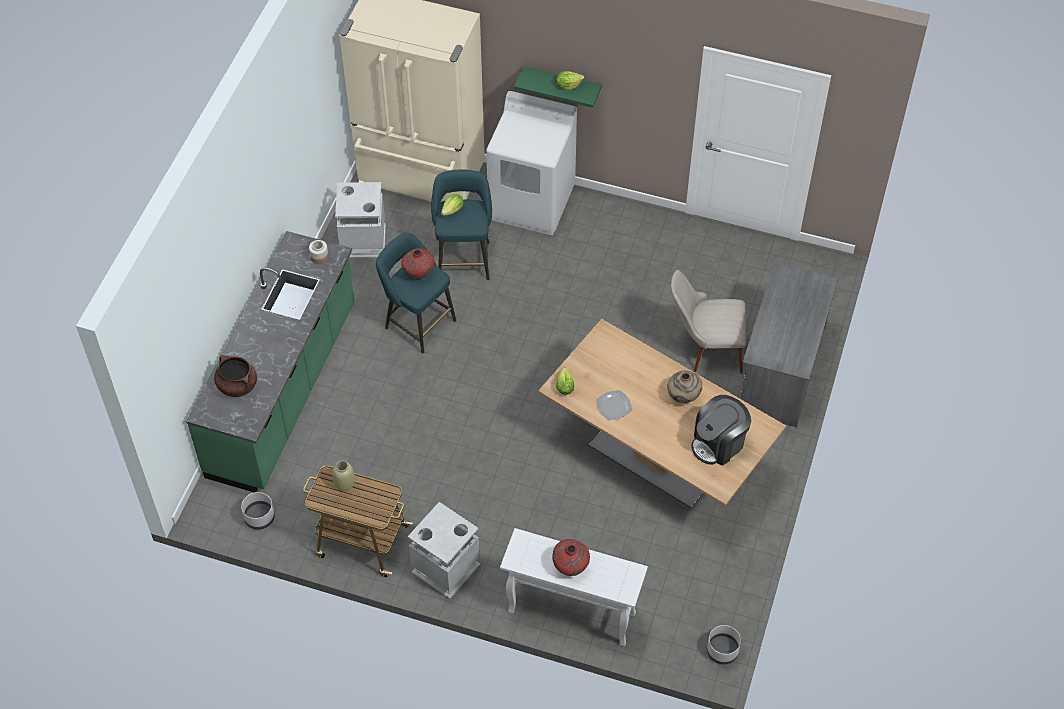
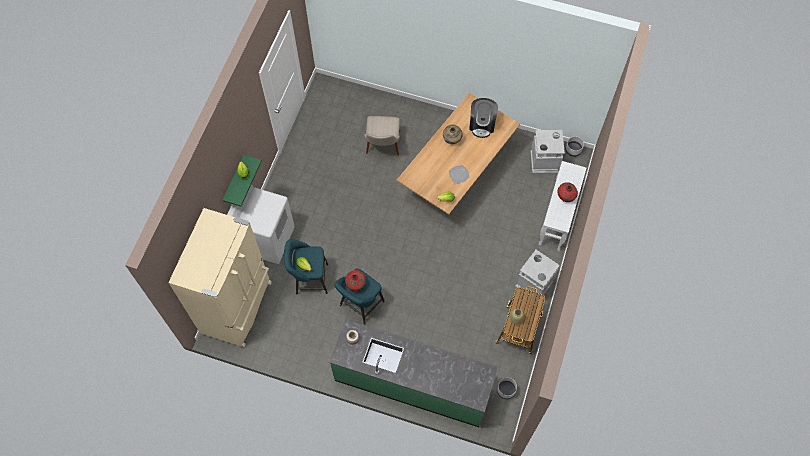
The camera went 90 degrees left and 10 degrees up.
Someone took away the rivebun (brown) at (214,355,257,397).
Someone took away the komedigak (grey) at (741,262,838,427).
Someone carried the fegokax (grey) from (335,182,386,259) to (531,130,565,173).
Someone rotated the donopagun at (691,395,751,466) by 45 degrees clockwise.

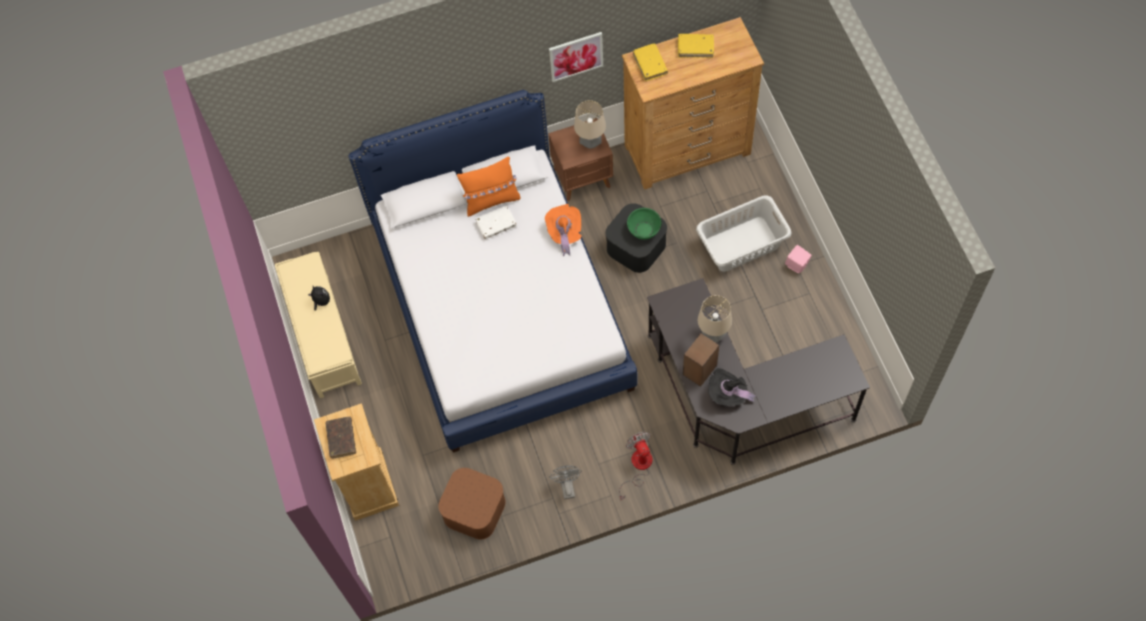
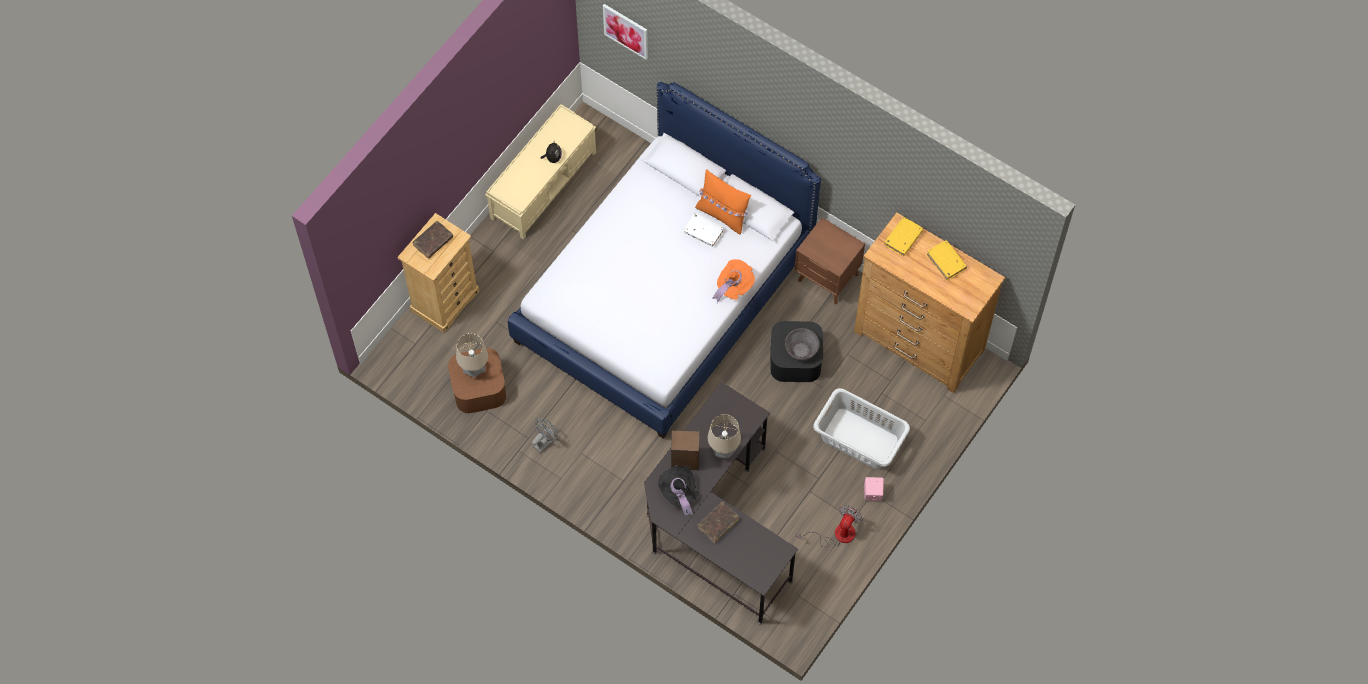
The camera went 50 degrees right and 0 degrees up.
Someone put down the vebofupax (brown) at (697,502,739,543).
Someone carried the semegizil from (549,32,603,82) to (603,4,648,60).
Someone carried the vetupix from (574,100,606,149) to (456,333,488,377).
Someone carried the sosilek from (619,432,653,501) to (796,505,863,547).
Someone repainted the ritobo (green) at (627,208,661,240), which became the ritobo (grey) at (785,328,819,360).

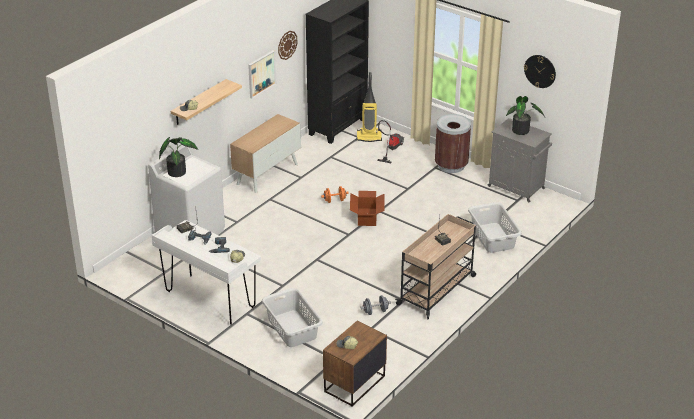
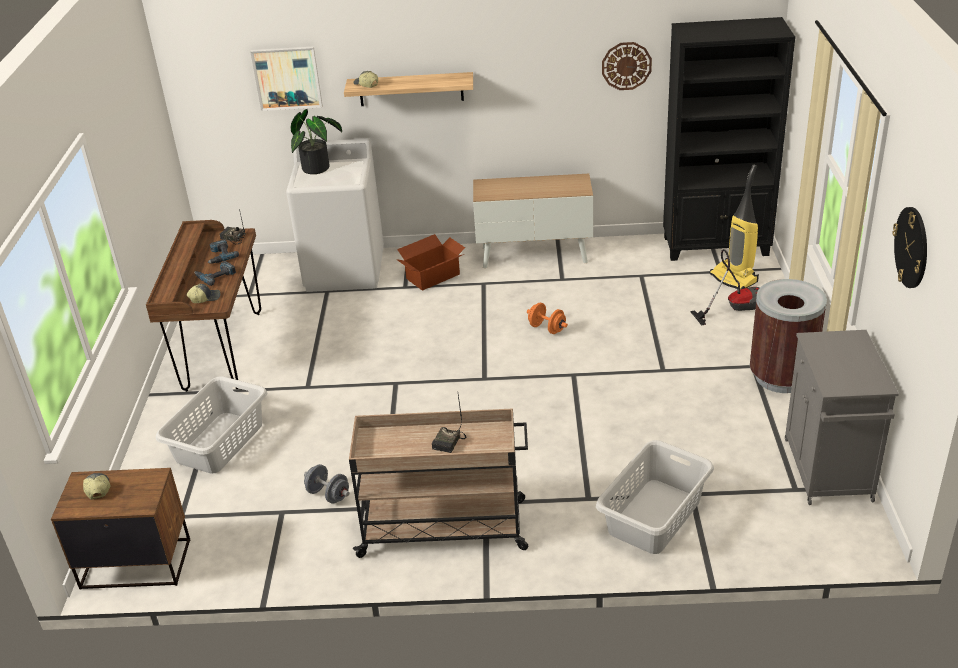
The camera went 55 degrees right and 0 degrees up.
Someone took away the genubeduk at (506,96,545,135).
Someone carried the semegizil from (248,50,276,99) to (250,46,323,111).
Someone carried the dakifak from (350,191,385,226) to (396,234,465,291).
Someone repainted the komedigak (white) at (152,220,261,325), which became the komedigak (brown) at (146,220,261,392).

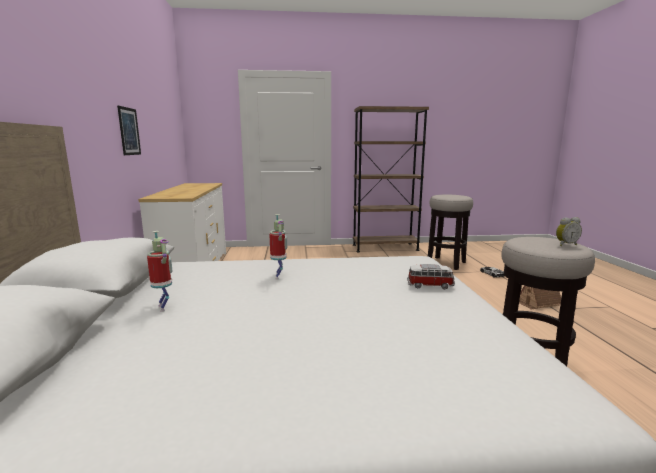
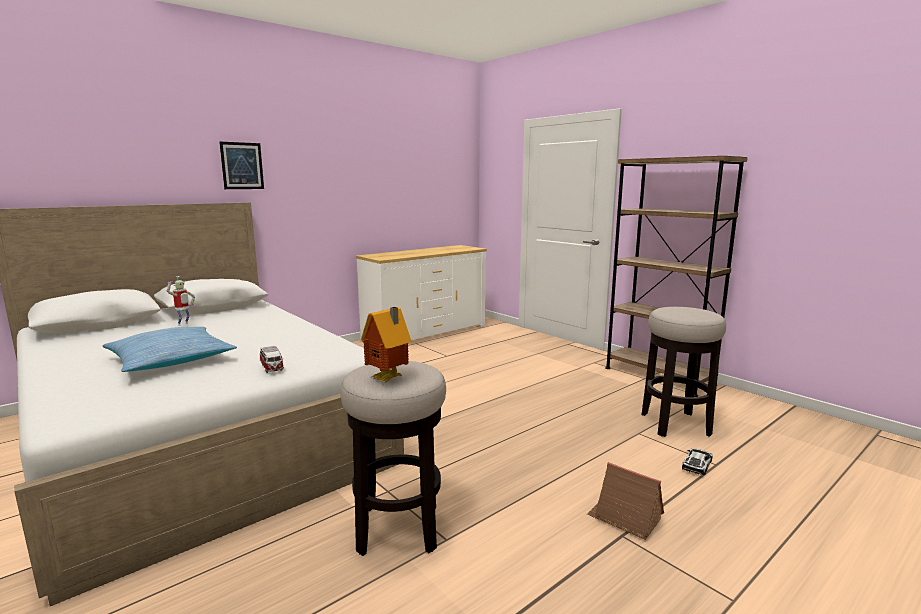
The camera went 55 degrees right and 0 degrees up.
Someone took away the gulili at (269,214,287,279).
Someone put down the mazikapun at (103,327,237,372).
Someone carried the semegizil from (117,106,141,155) to (219,142,264,189).
Someone swapped the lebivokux at (556,217,582,246) for the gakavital at (361,307,411,383).

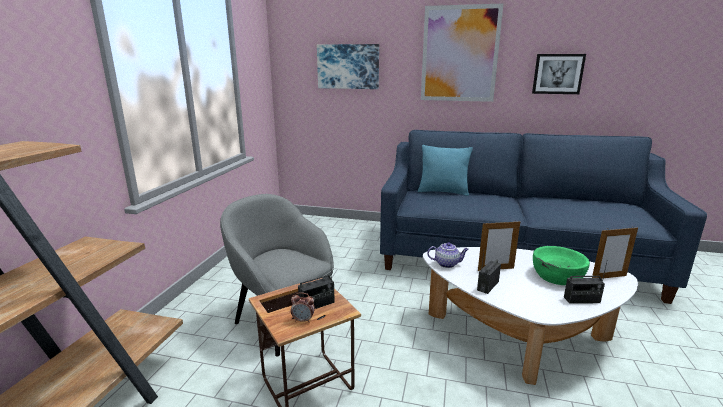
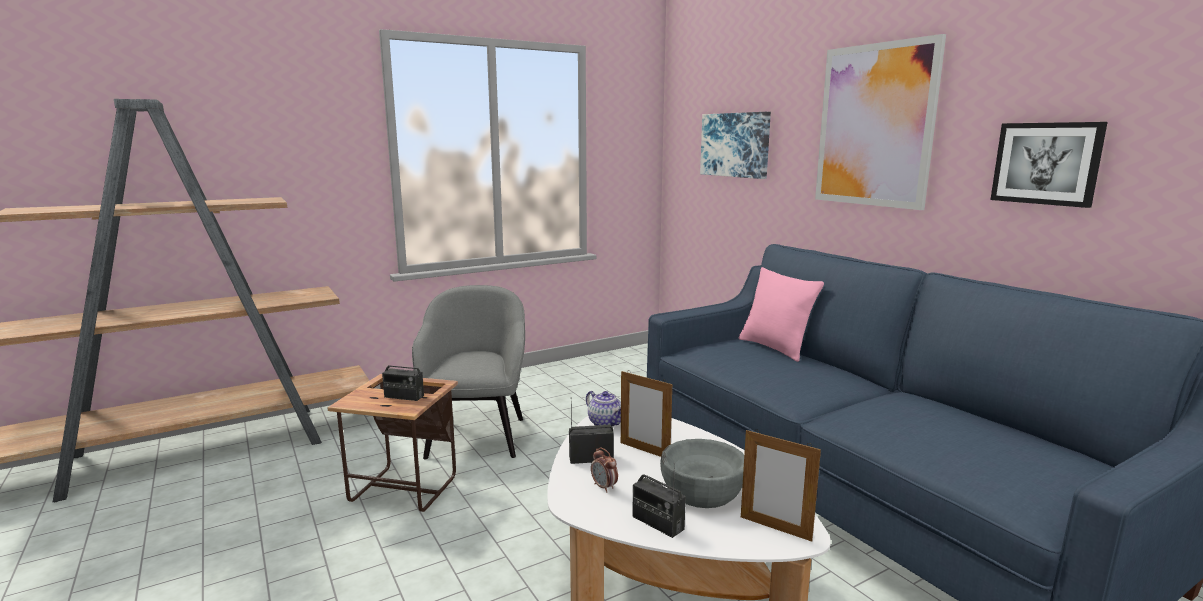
The camera went 45 degrees right and 5 degrees down.
Someone carried the lebivokux from (291,292,315,323) to (591,447,618,492).
Someone repainted the mazikapun (turquoise) at (418,145,473,196), which became the mazikapun (pink) at (739,267,824,362).
Someone repainted the ritobo (green) at (533,246,590,285), which became the ritobo (grey) at (660,439,744,508).

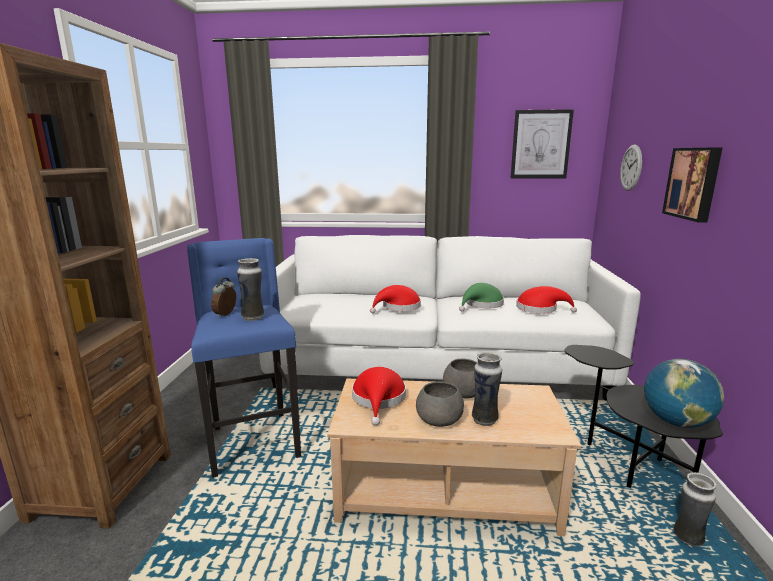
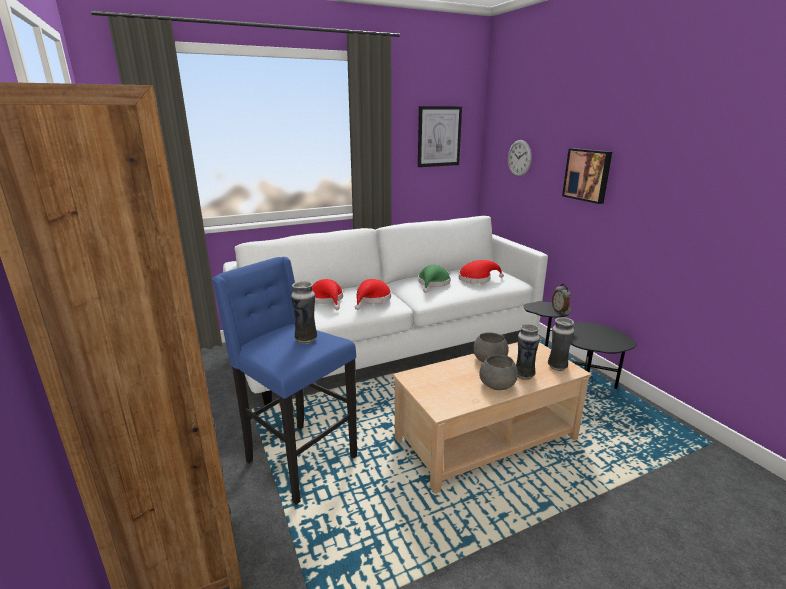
The camera went 30 degrees left and 5 degrees up.
Someone took away the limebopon at (644,359,724,428).
Someone carried the lebivokux from (211,277,236,318) to (552,284,571,313).
Someone carried the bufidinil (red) from (352,367,406,426) to (312,279,343,310).
Someone carried the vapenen from (673,472,717,546) to (548,317,574,371).

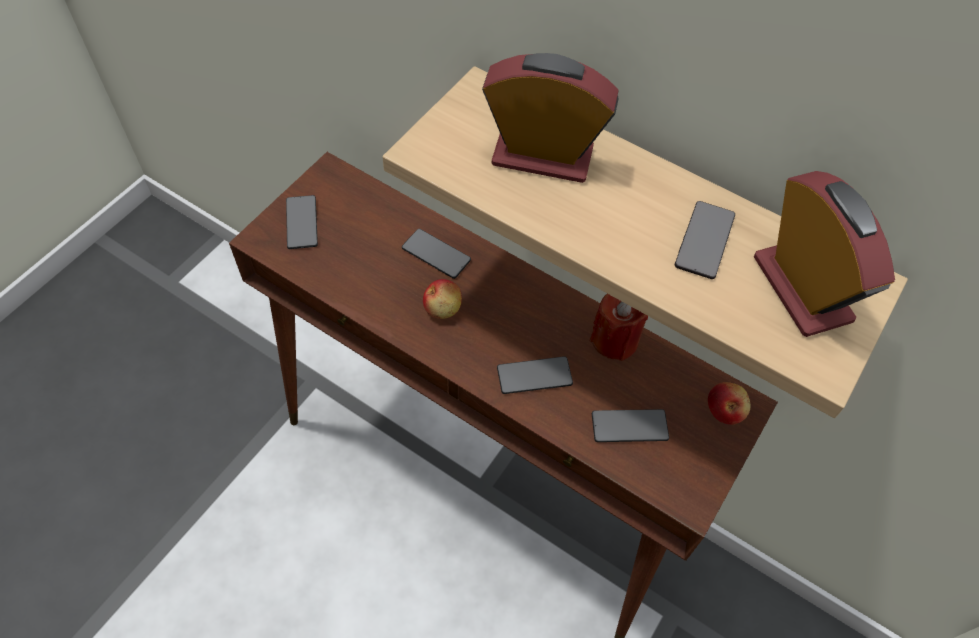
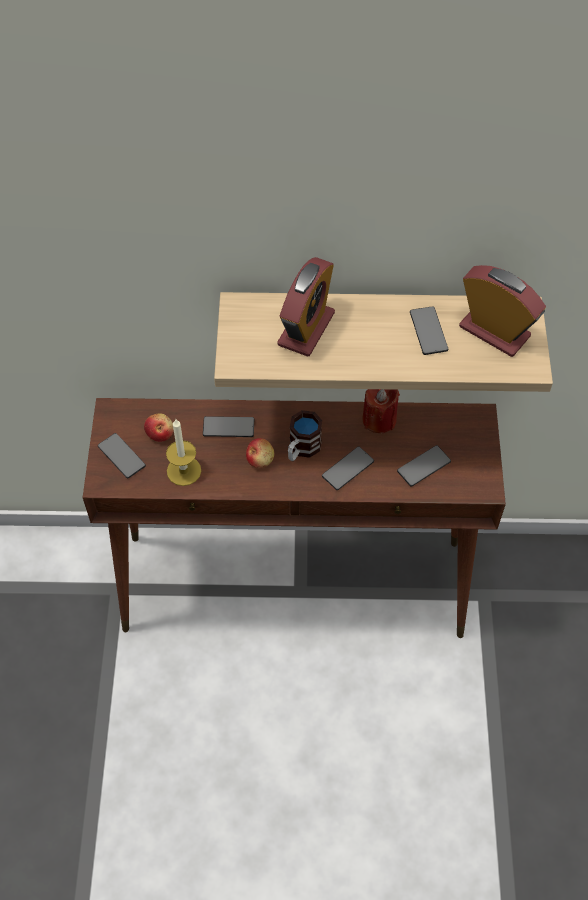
The camera went 30 degrees left and 0 degrees up.
Someone put down the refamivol at (166,419,201,486).
Someone put down the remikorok at (288,410,322,461).
Someone carried the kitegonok from (708,382,750,425) to (144,413,174,442).
Someone rotated the lebivokux at (482,53,619,183) by 135 degrees clockwise.

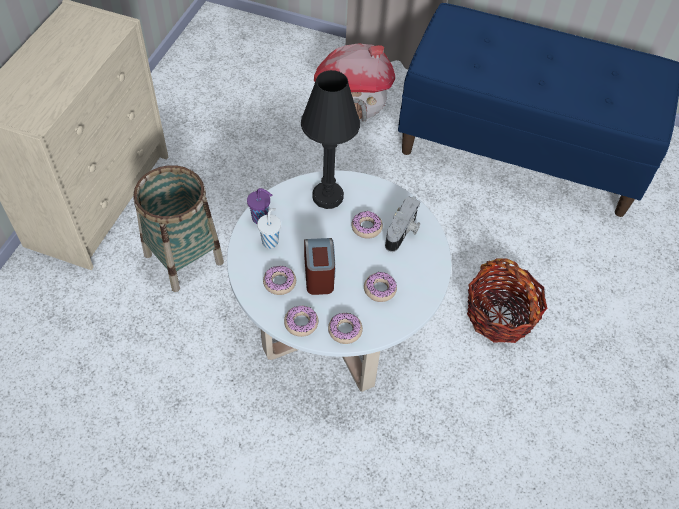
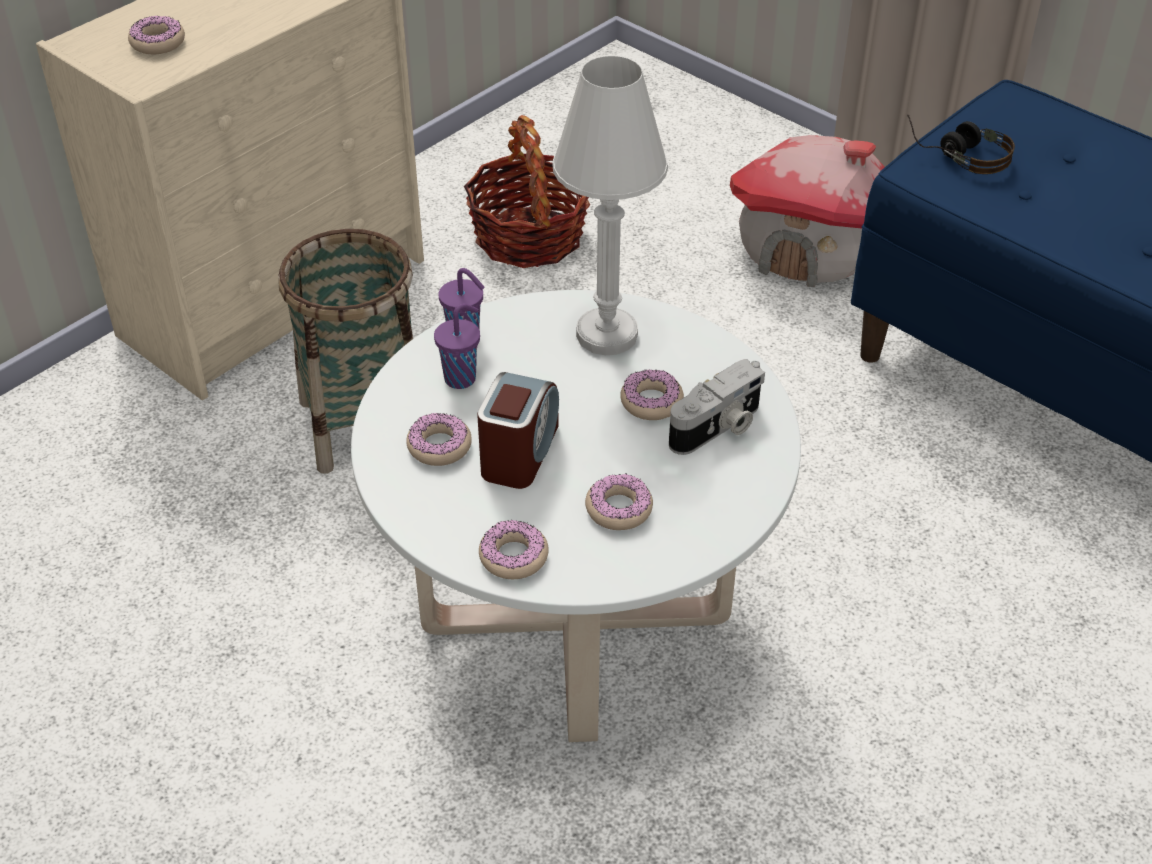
The camera went 25 degrees right and 10 degrees down.
Someone put down the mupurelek at (907,115,1015,174).
Someone carried the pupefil from (284,305,318,337) to (128,16,185,54).
Someone carried the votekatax from (467,258,548,343) to (464,115,590,268).
Someone repainted the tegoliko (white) at (257,208,281,249), which became the tegoliko (purple) at (434,303,480,389).
Someone repainted the vetupix (black) at (301,70,360,209), which became the vetupix (white) at (552,56,668,355).

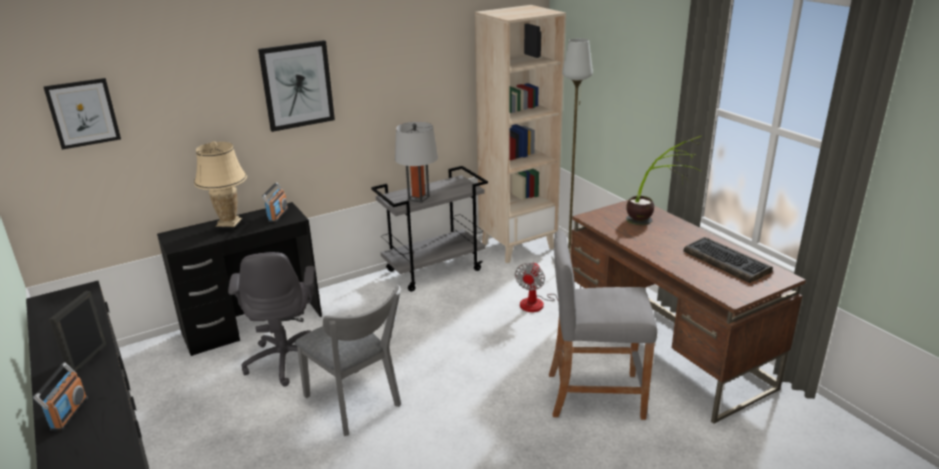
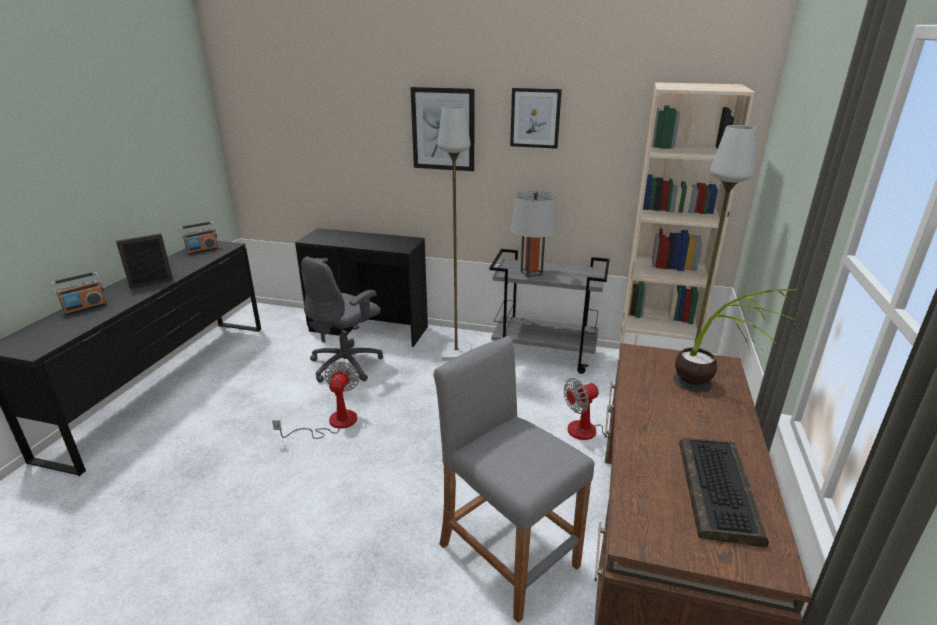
The camera went 45 degrees right and 0 degrees up.
Someone took away the vetupix (beige) at (194,141,247,230).
Someone put down the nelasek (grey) at (437,106,471,361).
Someone carried the semegizil from (43,78,121,150) to (510,88,562,149).
Someone carried the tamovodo from (262,182,288,222) to (179,222,219,255).
Someone swapped the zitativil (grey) at (295,284,401,436) for the sosilek at (272,361,360,439).

